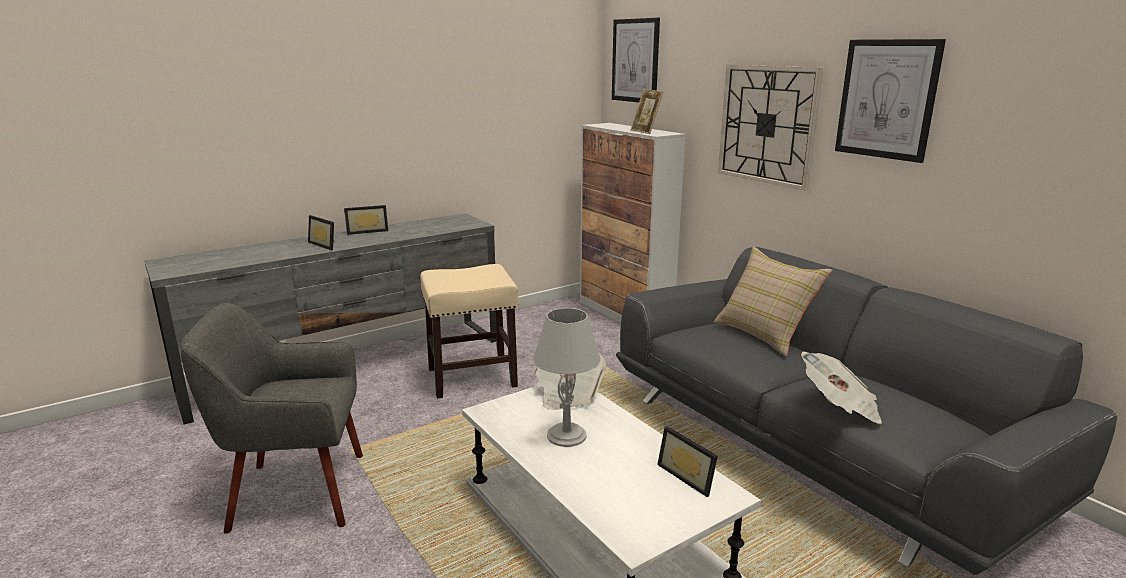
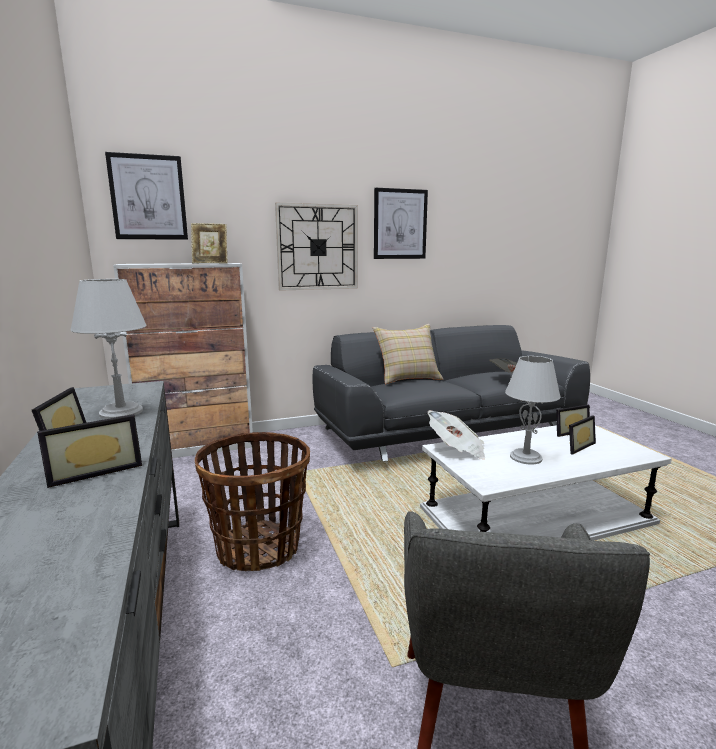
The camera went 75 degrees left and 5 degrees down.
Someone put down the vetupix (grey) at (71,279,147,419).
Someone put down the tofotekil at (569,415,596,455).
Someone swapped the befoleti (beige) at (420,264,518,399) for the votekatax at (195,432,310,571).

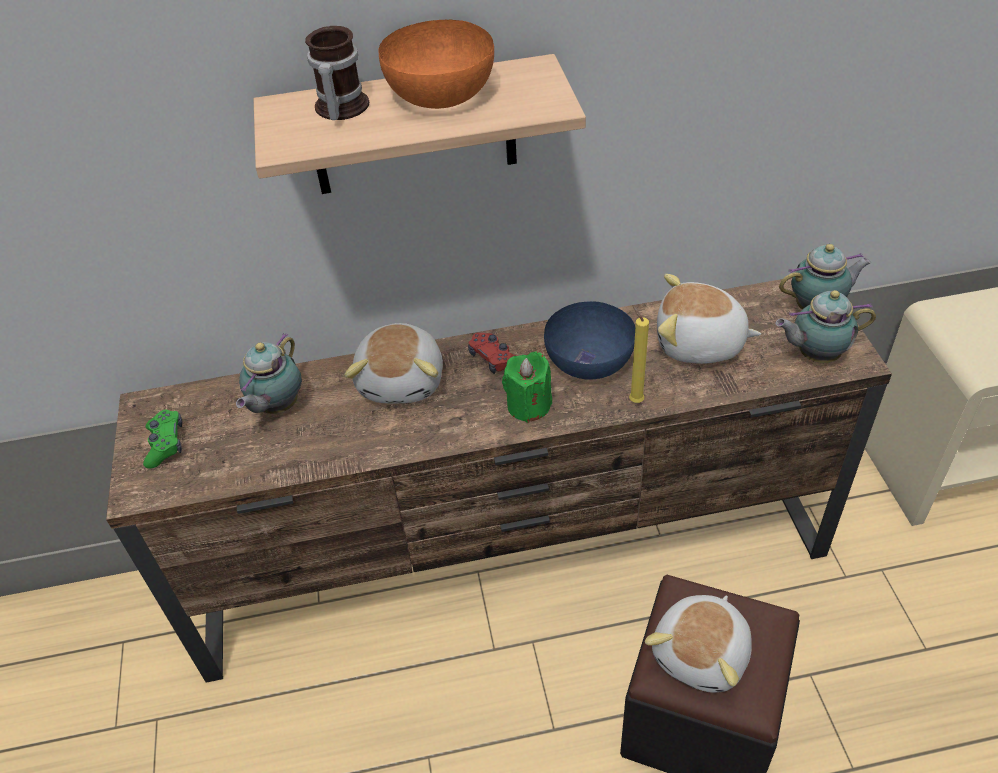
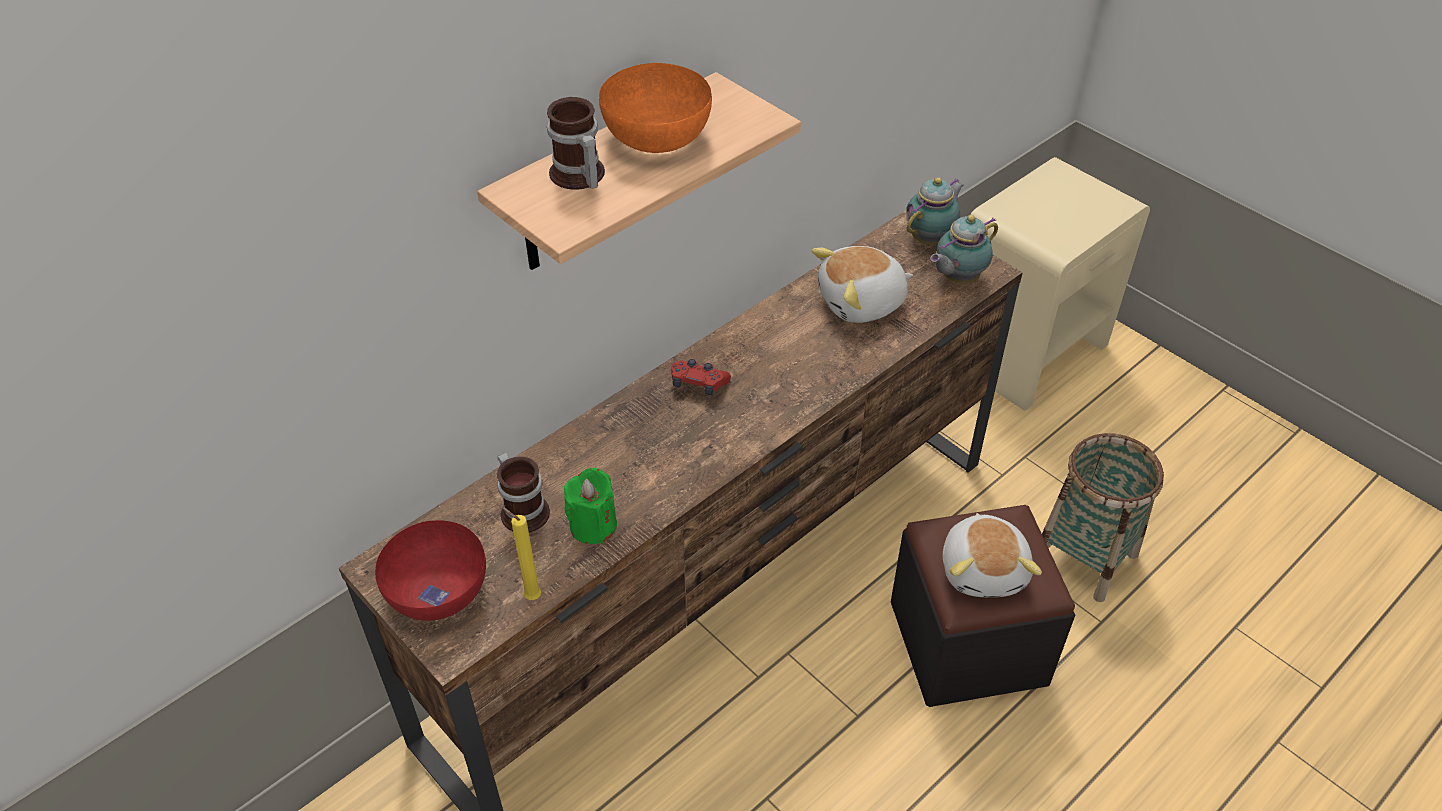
The camera went 35 degrees left and 0 degrees up.
Someone took away the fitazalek at (345,323,443,403).
Someone took away the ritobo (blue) at (544,302,635,380).
Someone put down the votekatax at (1042,433,1164,602).
Someone carried the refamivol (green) from (502,352,552,423) to (564,468,617,544).
Someone carried the refamivol (yellow) from (629,305,649,403) to (503,508,541,600).
Someone swapped the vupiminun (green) at (143,410,182,468) for the ritobo (red) at (375,520,486,621).
Someone swapped the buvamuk at (236,333,302,414) for the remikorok at (497,453,550,533).

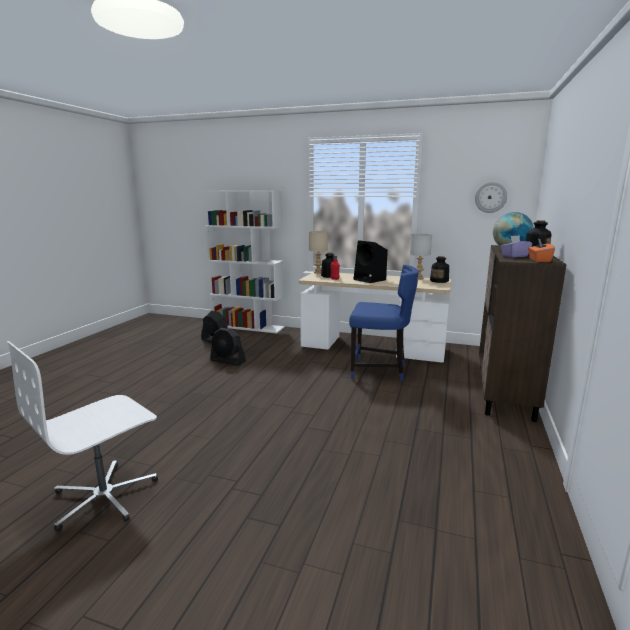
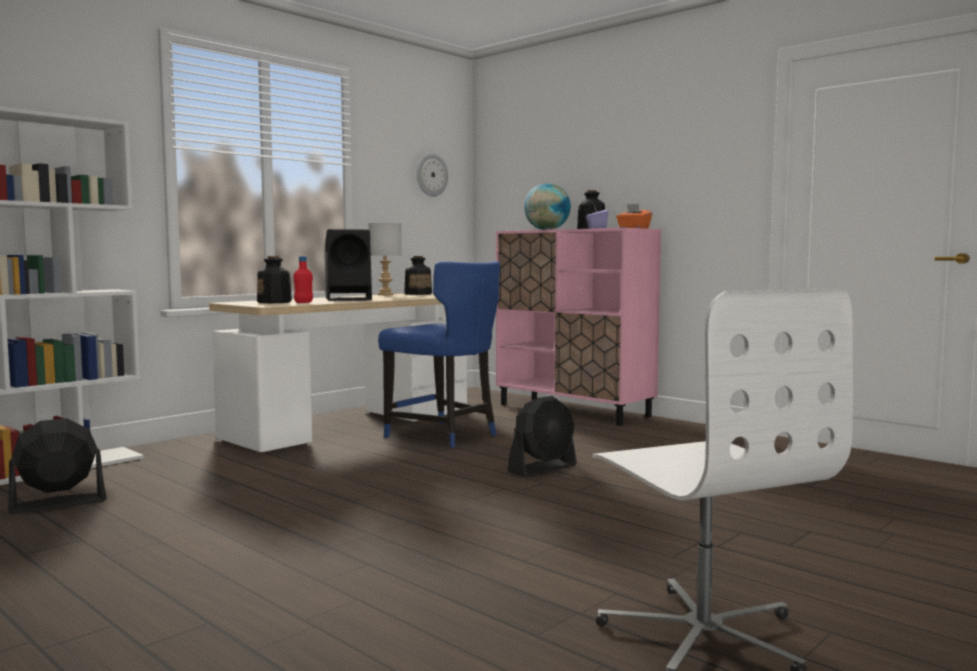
The camera went 65 degrees left and 10 degrees down.
Someone took away the vetupix (beige) at (309,231,328,274).
Someone carried the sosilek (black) from (210,328,246,366) to (507,396,577,477).
Someone repainted the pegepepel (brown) at (479,245,567,422), which became the pegepepel (pink) at (496,228,661,426).
Someone rotated the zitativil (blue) at (349,265,419,382) by 90 degrees clockwise.

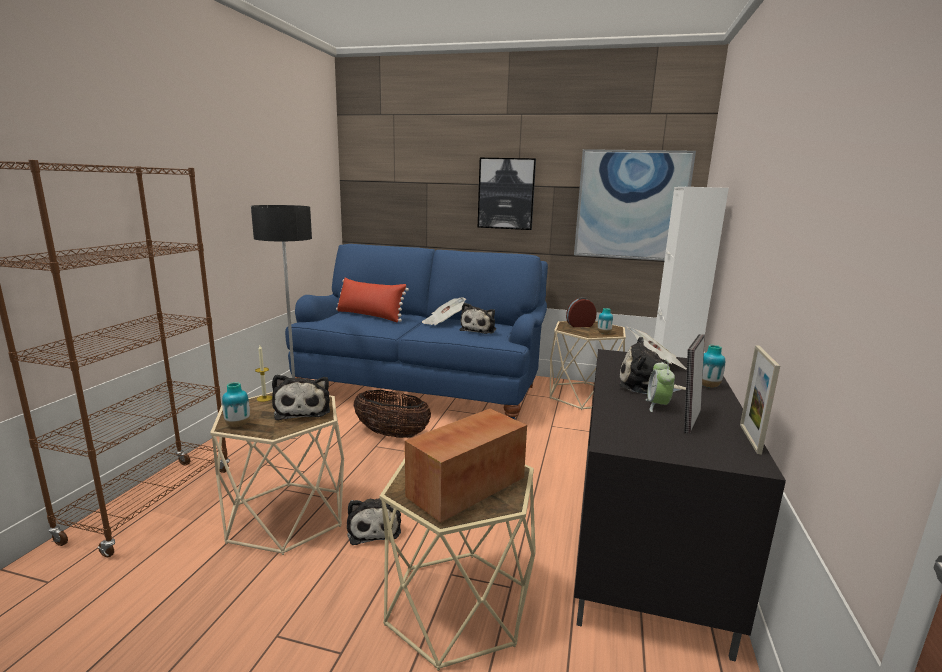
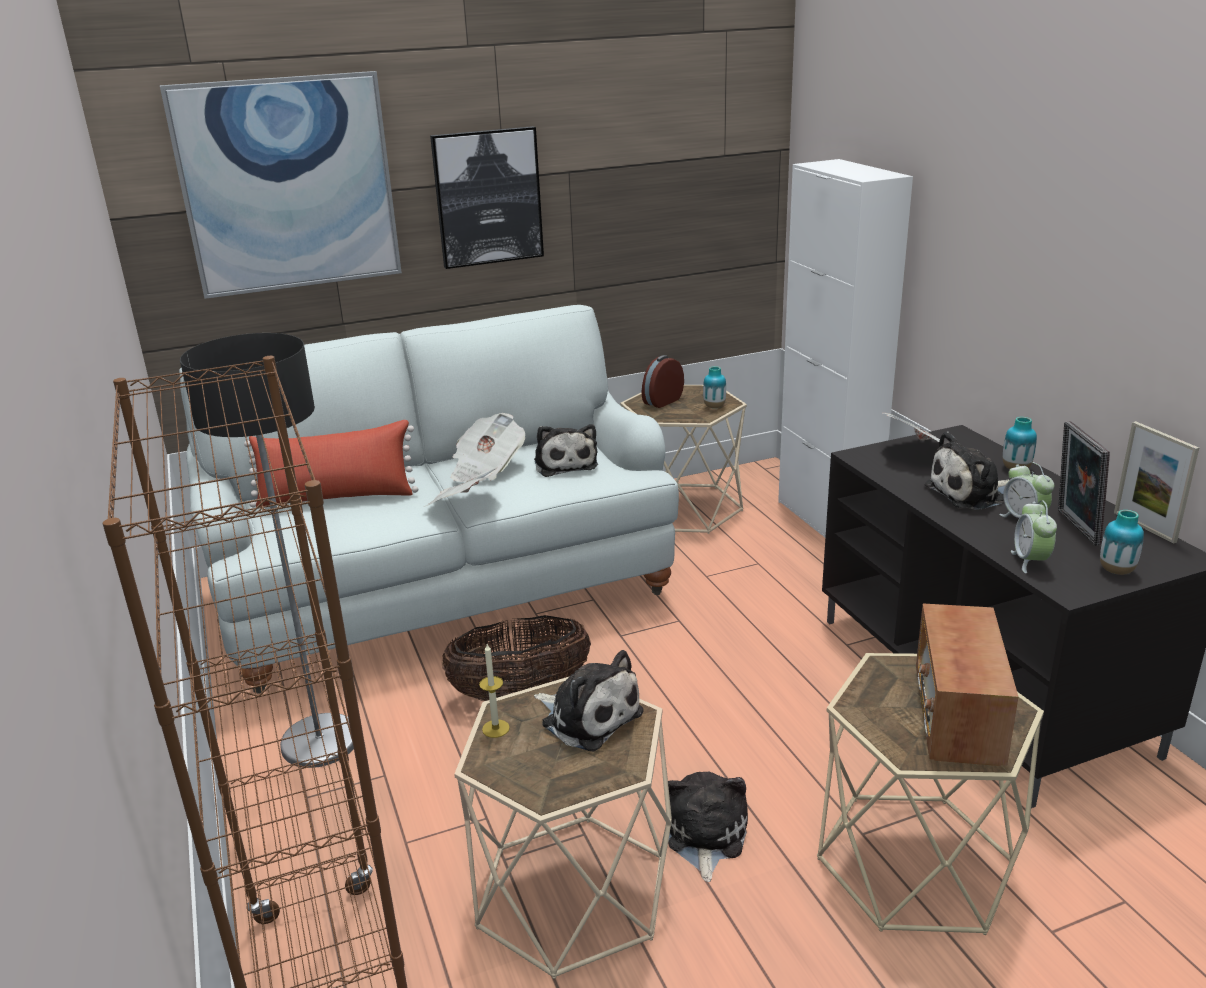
The camera went 35 degrees left and 10 degrees up.
Someone put down the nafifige at (424,466,498,507).
Someone put down the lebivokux at (1011,500,1057,573).
Someone carried the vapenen from (222,382,250,427) to (1100,510,1144,575).
Someone carried the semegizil from (574,149,696,261) to (160,71,402,299).
Someone repainted the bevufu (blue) at (285,244,548,420), which became the bevufu (white) at (179,305,679,694).
Someone rotated the fitazalek at (347,498,401,545) by 120 degrees counterclockwise.

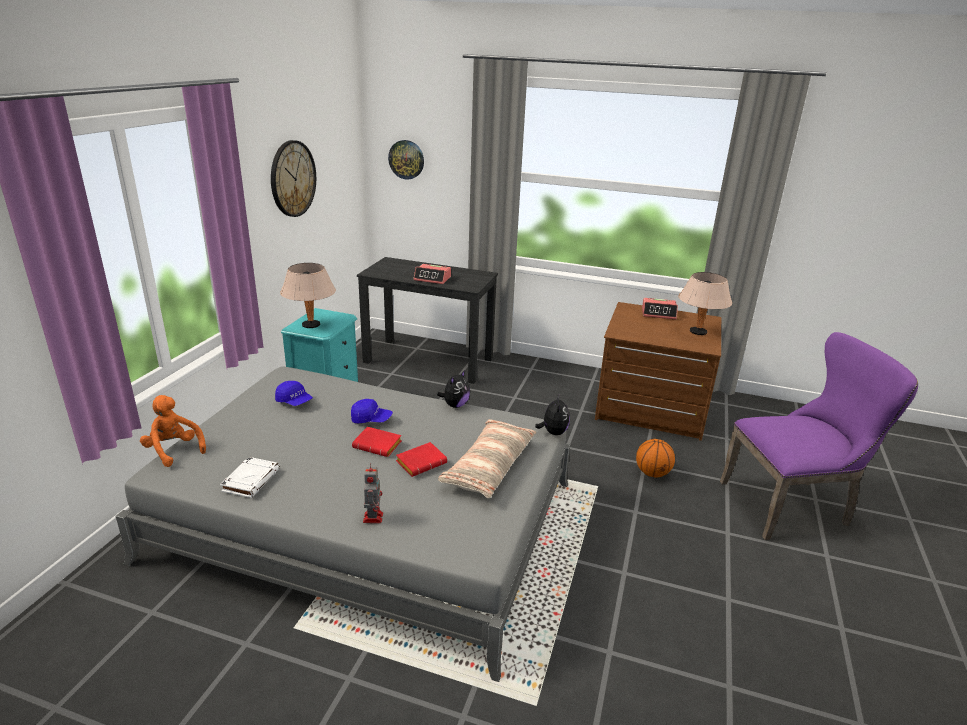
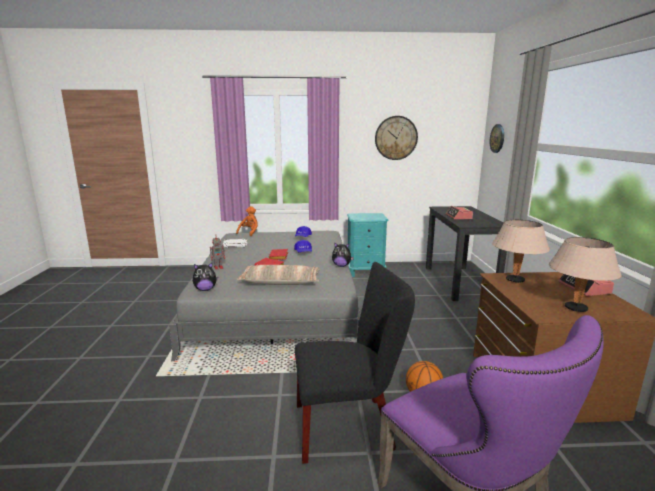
The camera went 70 degrees right and 10 degrees down.
Someone put down the zitativil (black) at (295,262,415,464).
Someone carried the vetupix (beige) from (280,263,336,328) to (492,220,550,283).
Someone carried the fitazalek from (535,393,570,435) to (193,263,218,291).

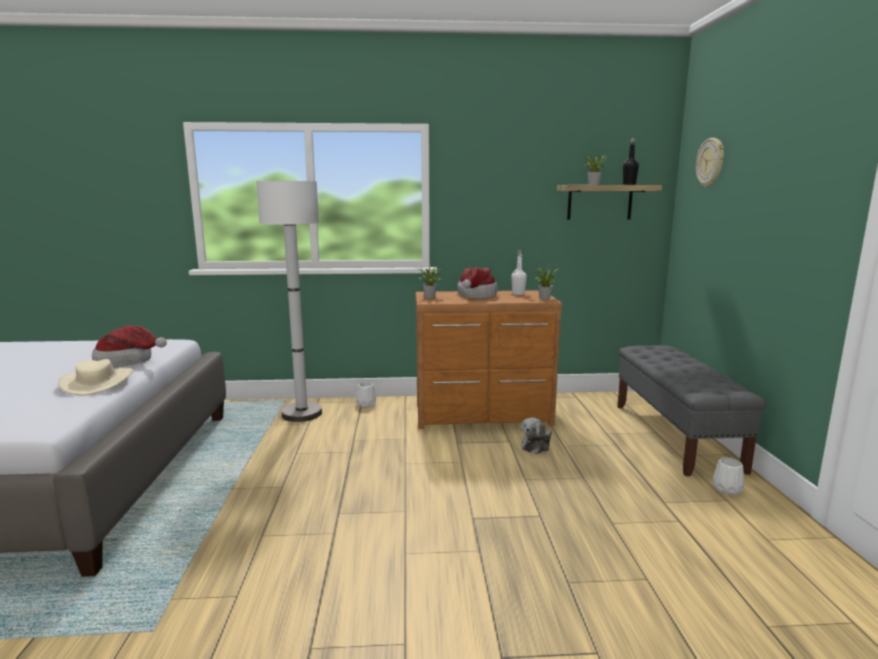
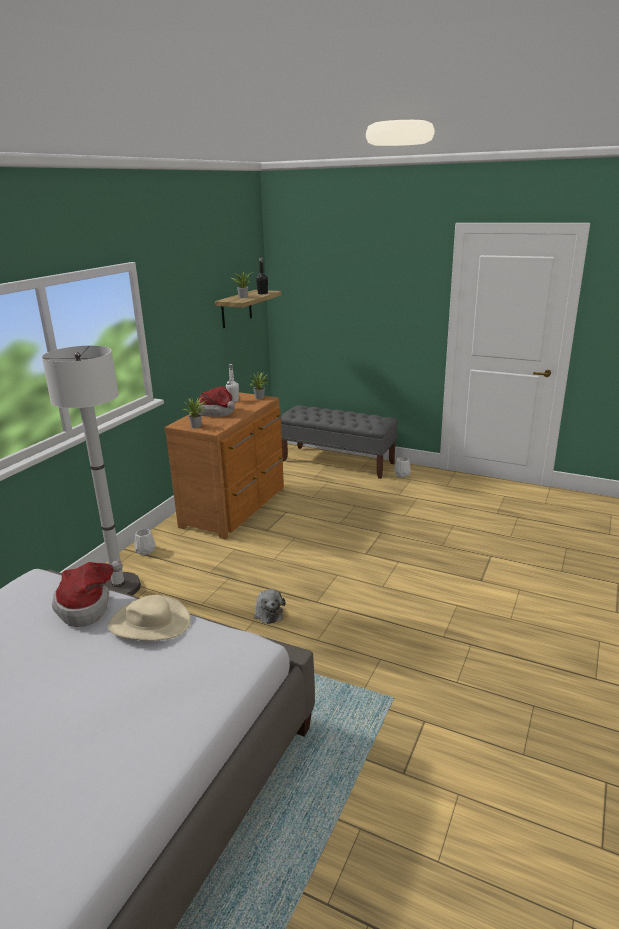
The camera went 60 degrees left and 10 degrees up.
Someone took away the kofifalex at (696,138,724,187).
Someone carried the fitazalek from (521,417,552,454) to (254,589,286,624).

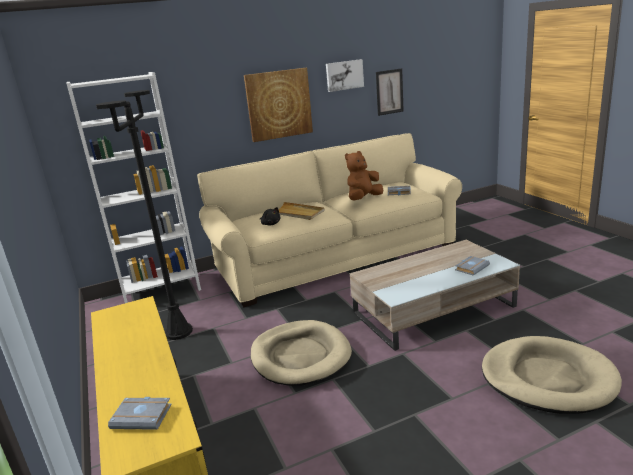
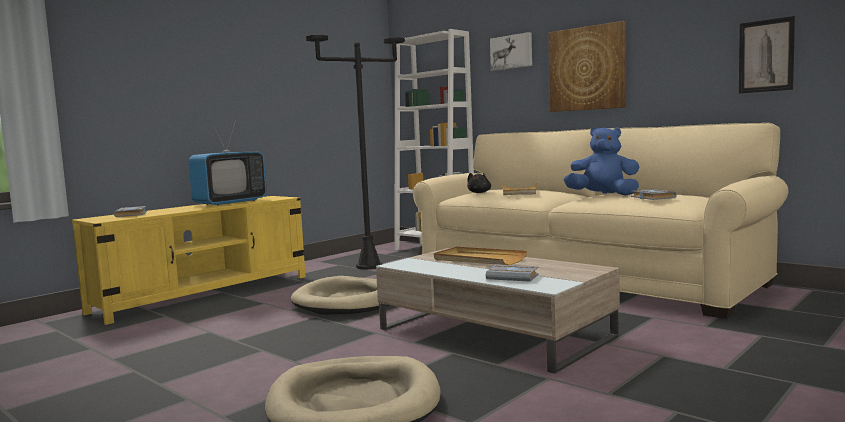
The camera went 65 degrees right and 15 degrees down.
Someone put down the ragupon at (188,119,267,206).
Someone put down the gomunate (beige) at (434,247,527,265).
Someone carried the semegizil from (326,59,364,92) to (490,32,532,71).
Someone repainted the fitazalek (brown) at (345,151,383,200), which became the fitazalek (blue) at (563,127,639,196).

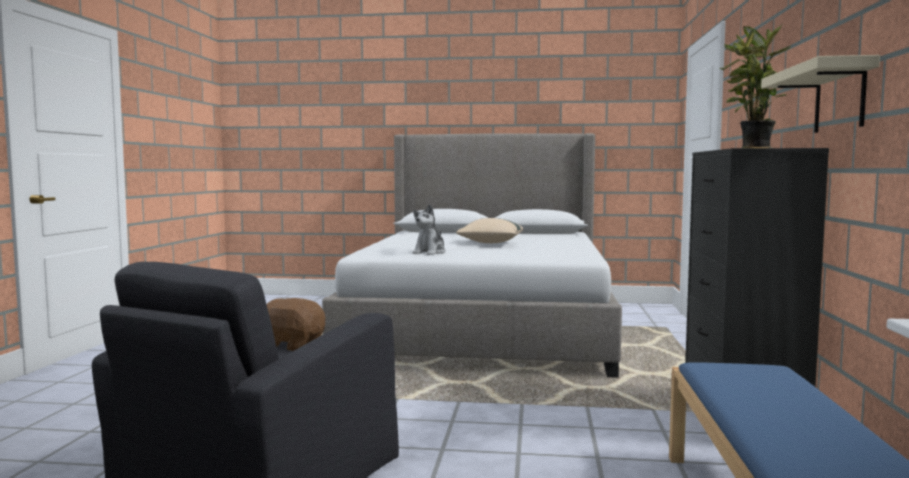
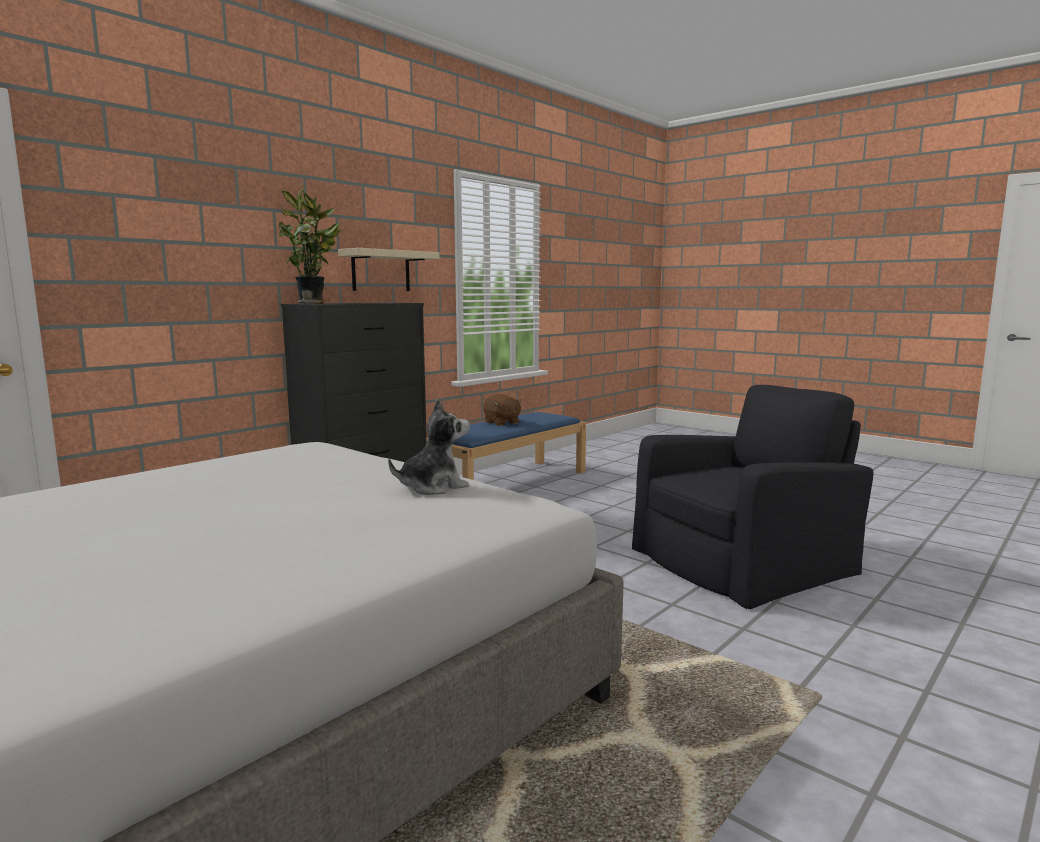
The camera went 145 degrees left and 5 degrees up.
Someone took away the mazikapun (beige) at (456,218,524,243).
Someone carried the fitazalek (brown) from (267,298,325,351) to (483,394,522,426).

